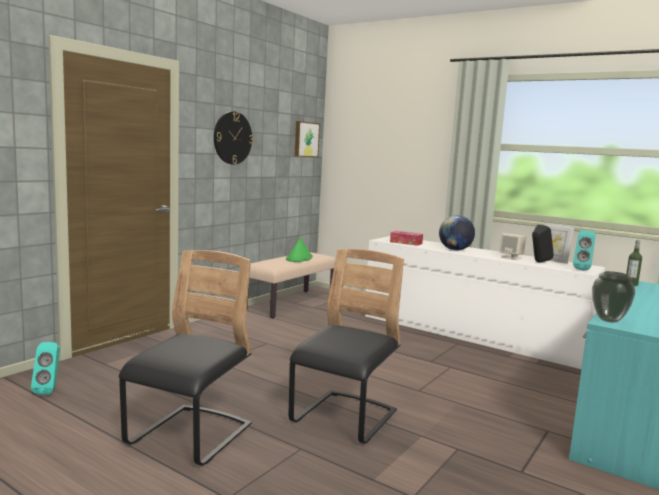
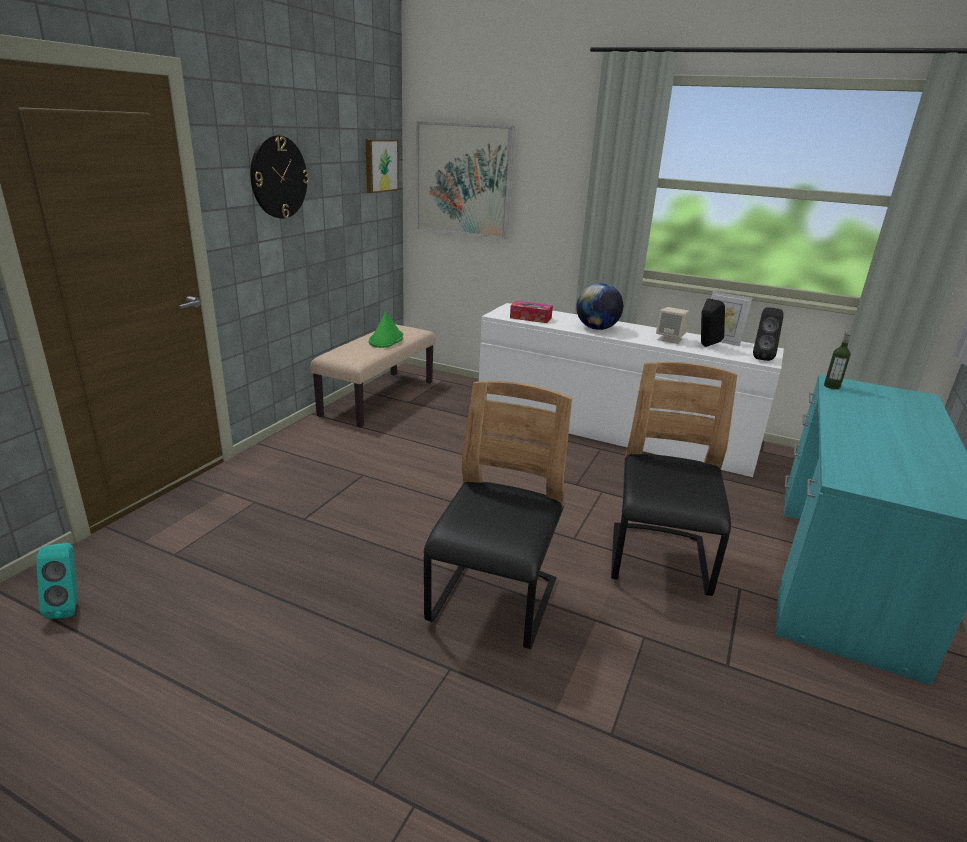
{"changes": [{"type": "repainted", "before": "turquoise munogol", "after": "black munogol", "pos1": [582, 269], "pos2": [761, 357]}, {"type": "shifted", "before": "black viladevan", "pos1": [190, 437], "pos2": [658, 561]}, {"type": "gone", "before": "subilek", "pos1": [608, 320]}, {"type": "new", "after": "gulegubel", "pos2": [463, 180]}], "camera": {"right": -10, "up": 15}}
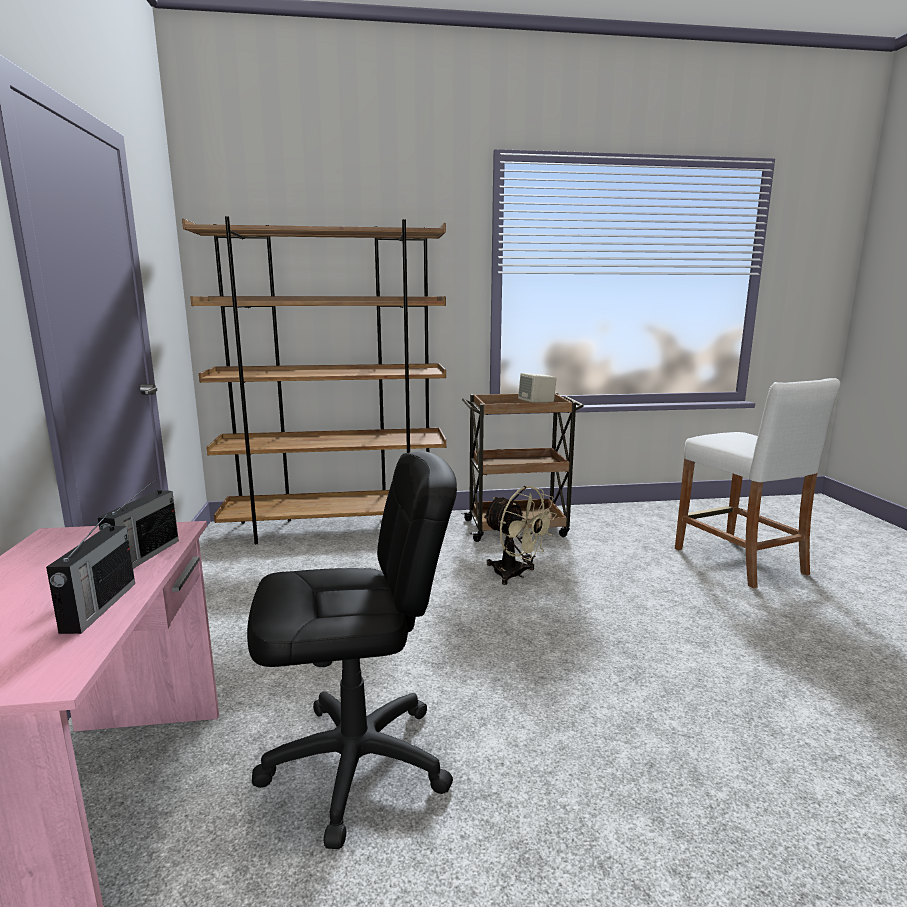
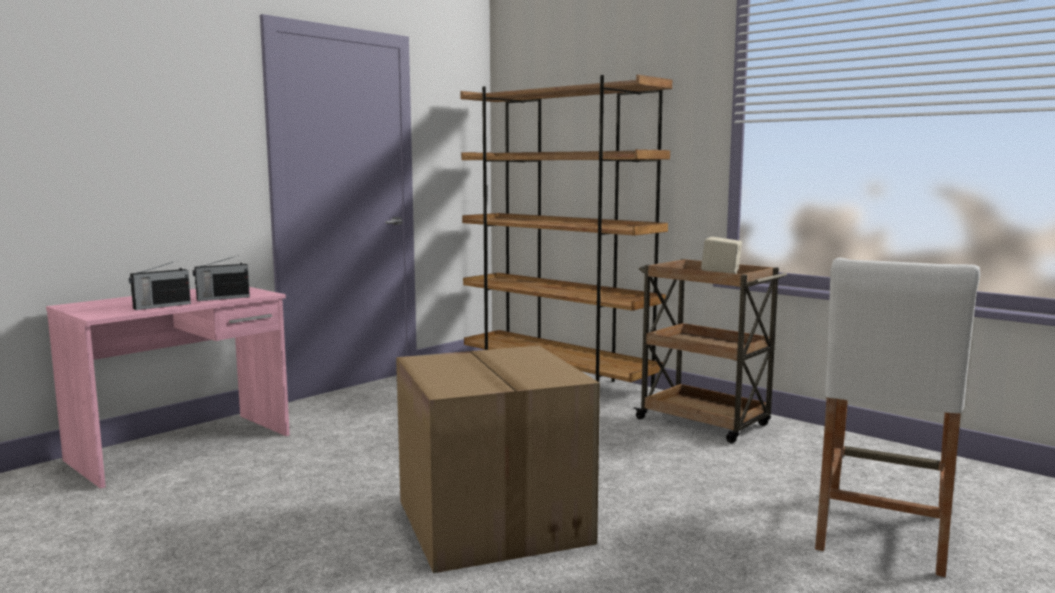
{"changes": [{"type": "gone", "before": "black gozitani", "pos1": [357, 764]}, {"type": "gone", "before": "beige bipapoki", "pos1": [515, 575]}, {"type": "new", "after": "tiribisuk", "pos2": [489, 520]}], "camera": {"right": 50, "up": -5}}
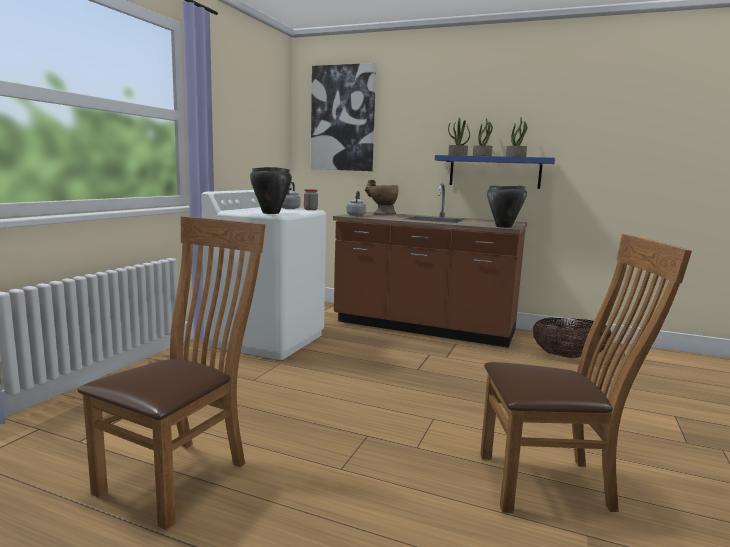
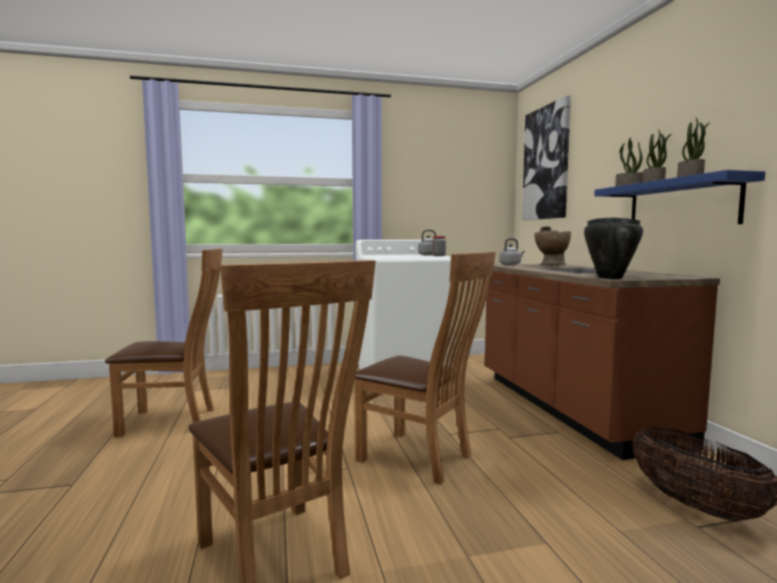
{"changes": [{"type": "gone", "before": "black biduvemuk", "pos1": [270, 213]}, {"type": "new", "after": "brown viladevan", "pos2": [421, 459]}], "camera": {"right": 55, "up": -5}}
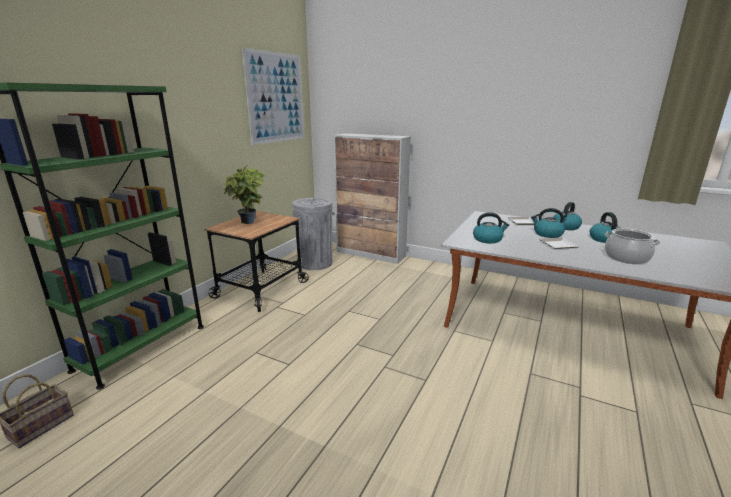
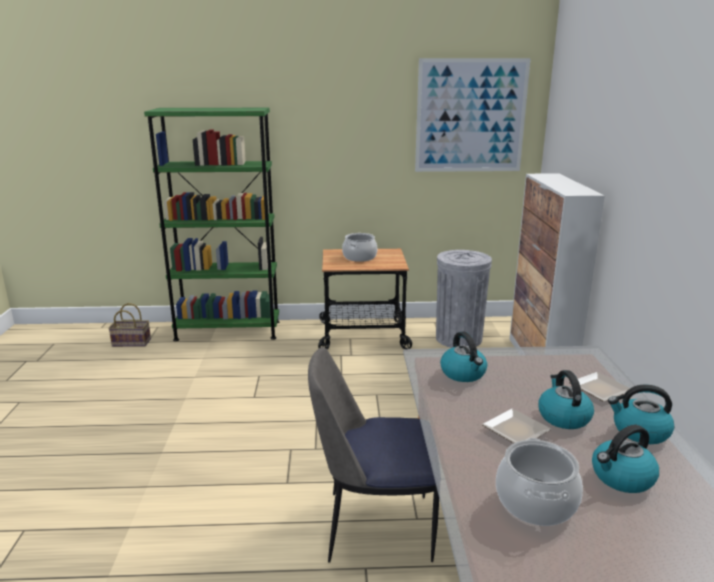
{"changes": [{"type": "swapped", "before": "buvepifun", "after": "biduvemuk", "pos1": [249, 223], "pos2": [359, 257]}, {"type": "new", "after": "viladevan", "pos2": [374, 526]}], "camera": {"right": 60, "up": 0}}
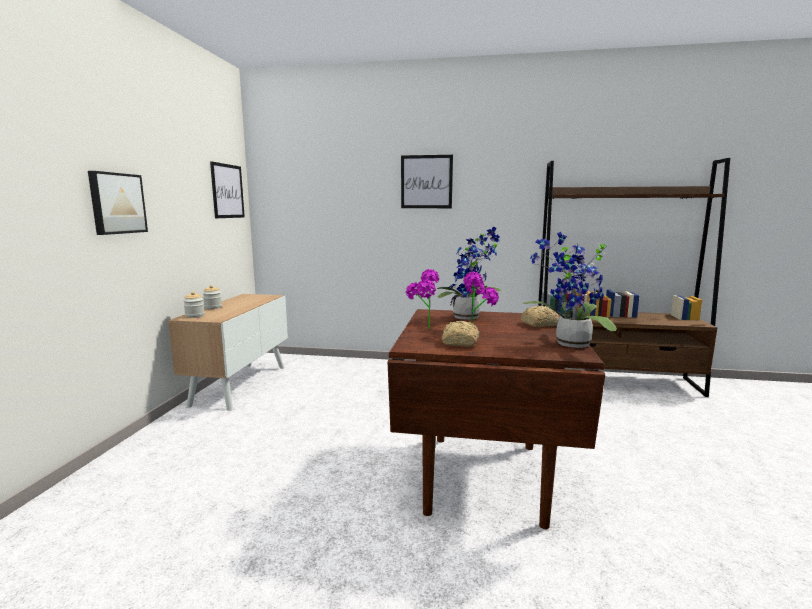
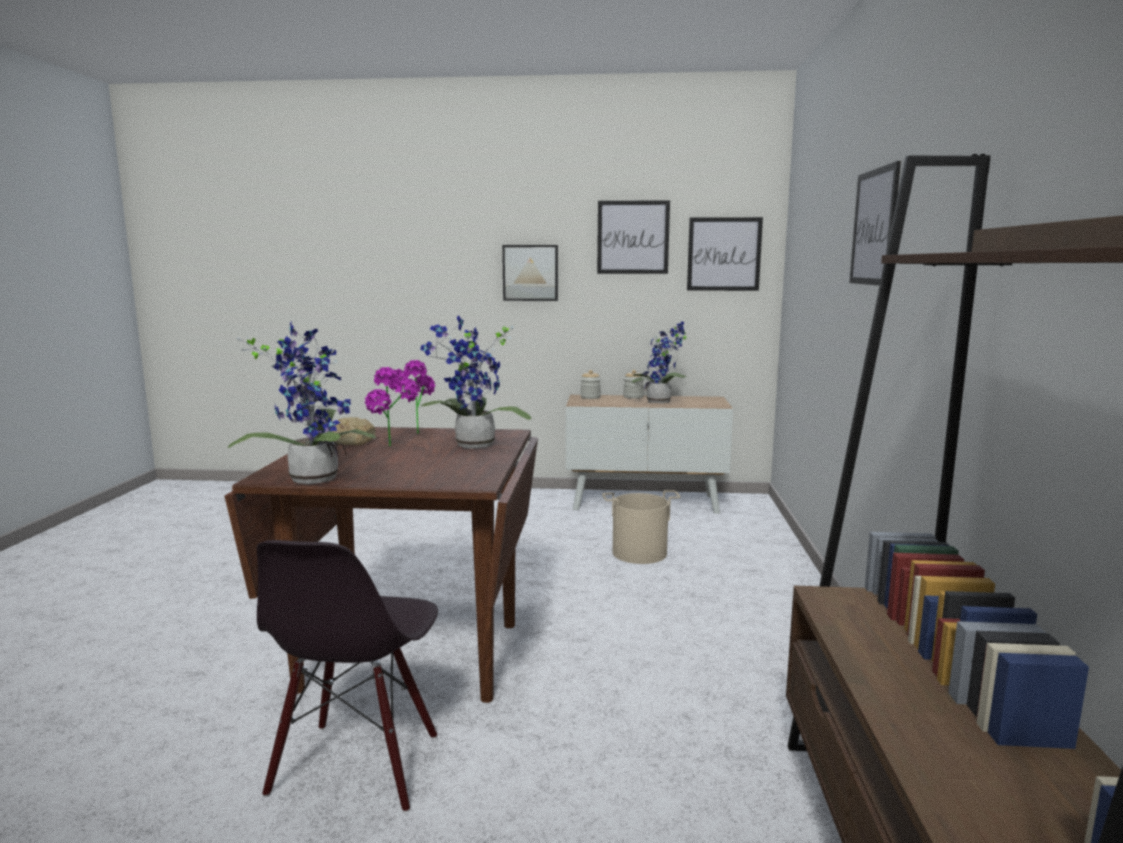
{"changes": [{"type": "gone", "before": "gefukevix", "pos1": [538, 324]}, {"type": "new", "after": "gulegubel", "pos2": [633, 237]}, {"type": "new", "after": "buvepifun", "pos2": [661, 402]}, {"type": "new", "after": "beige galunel", "pos2": [639, 553]}, {"type": "new", "after": "black viladevan", "pos2": [357, 766]}], "camera": {"right": 85, "up": 0}}
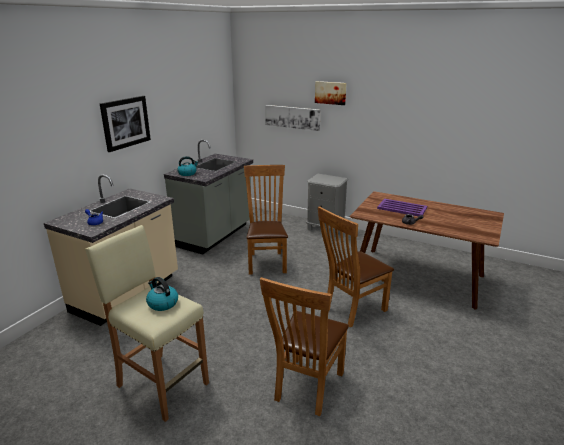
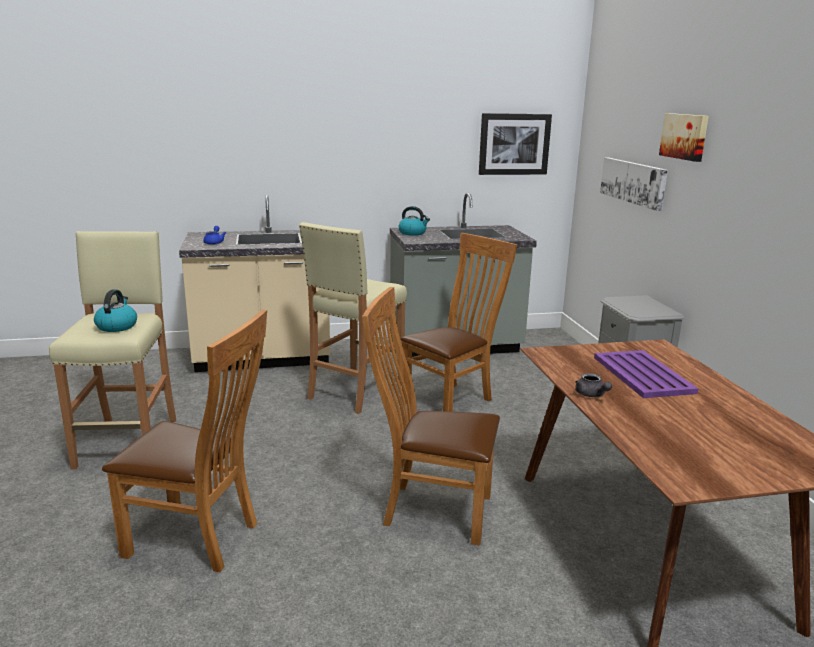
{"changes": [{"type": "shifted", "before": "gulegubel", "pos1": [125, 123], "pos2": [514, 144]}, {"type": "rotated", "before": "brown viladevan", "pos1": [306, 388], "pos2": [200, 539], "turn": -150}, {"type": "new", "after": "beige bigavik", "pos2": [355, 391]}], "camera": {"right": 50, "up": -5}}
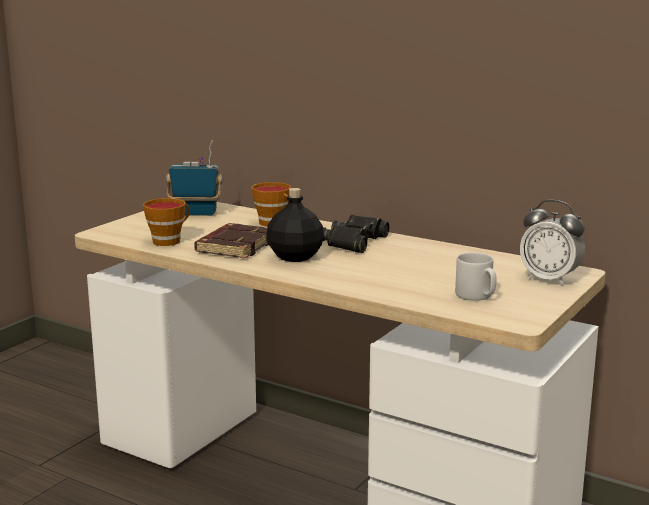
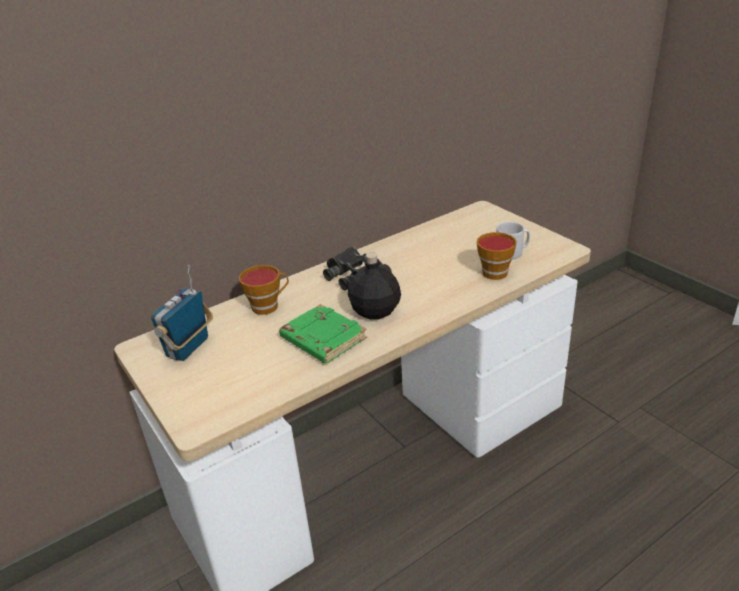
{"changes": [{"type": "shifted", "before": "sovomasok", "pos1": [169, 241], "pos2": [492, 271]}, {"type": "gone", "before": "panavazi", "pos1": [549, 279]}, {"type": "repainted", "before": "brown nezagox", "after": "green nezagox", "pos1": [235, 247], "pos2": [322, 339]}], "camera": {"right": -65, "up": 15}}
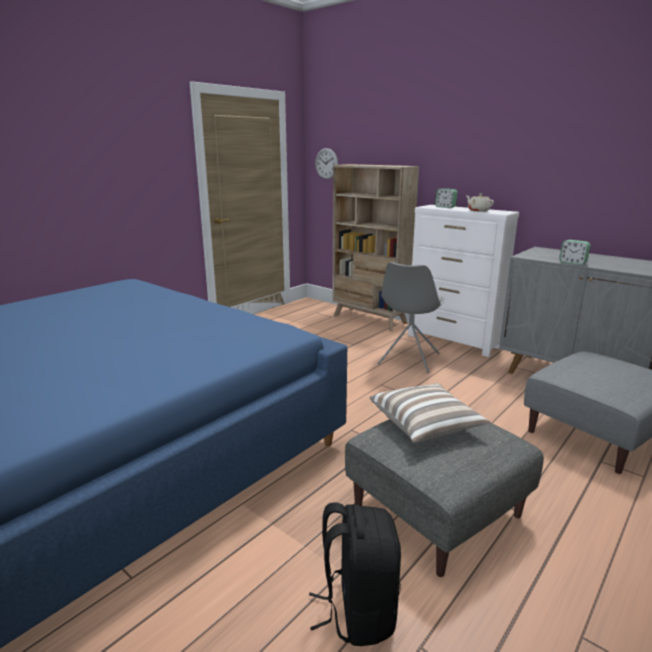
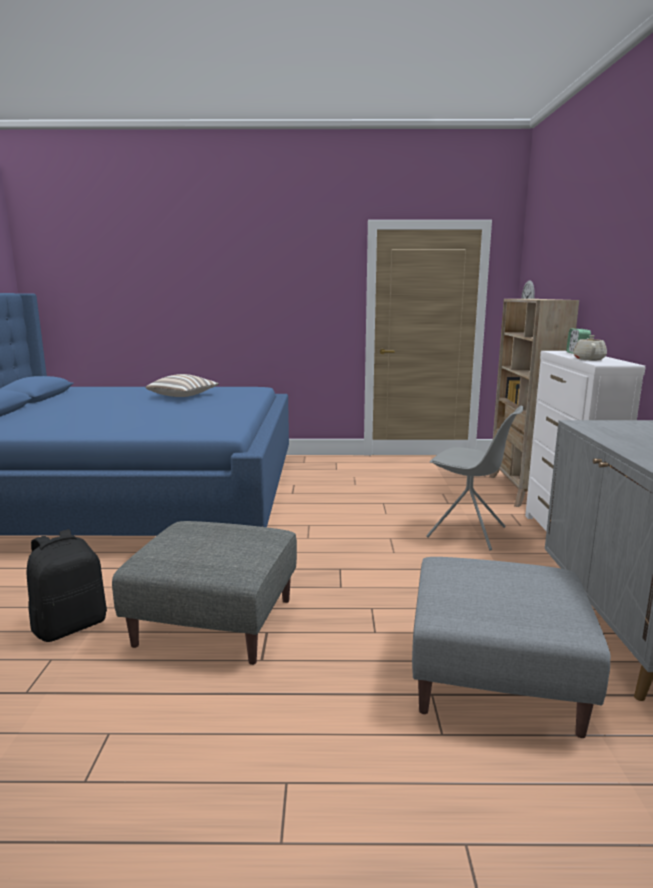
{"changes": [{"type": "gone", "before": "panavazi", "pos1": [572, 262]}, {"type": "rotated", "before": "grey viladevan", "pos1": [408, 359], "pos2": [468, 532], "turn": -135}, {"type": "shifted", "before": "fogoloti", "pos1": [426, 425], "pos2": [183, 396]}], "camera": {"right": 50, "up": -5}}
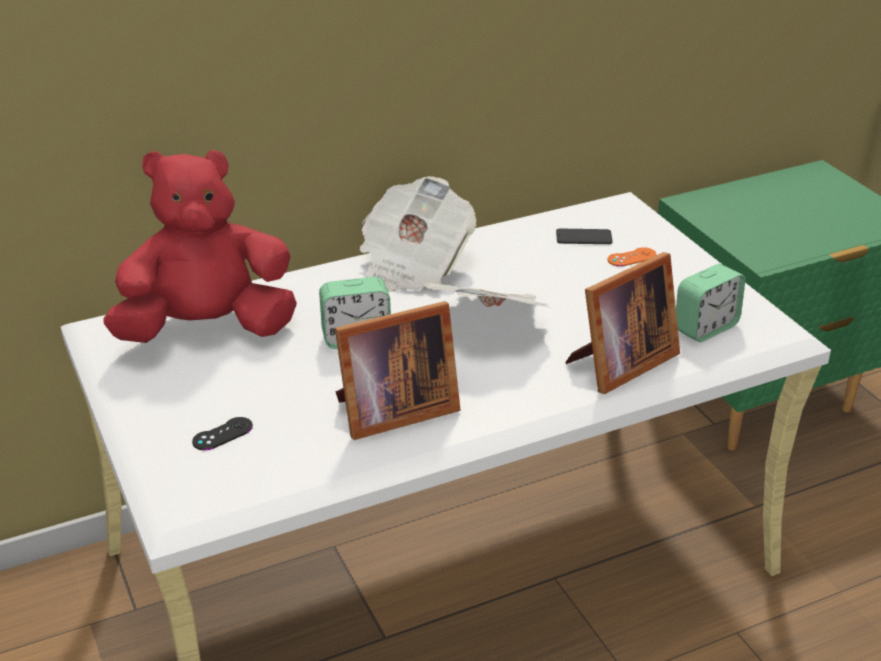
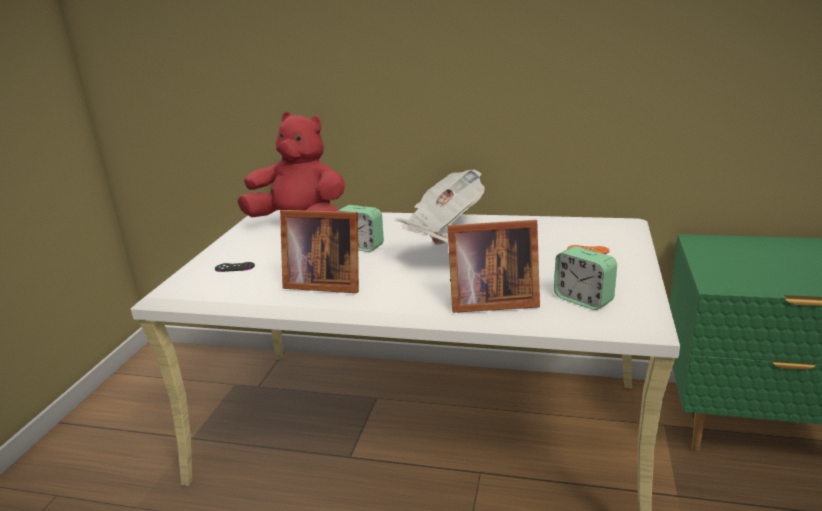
{"changes": [{"type": "gone", "before": "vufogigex", "pos1": [584, 237]}, {"type": "rotated", "before": "panavazi", "pos1": [705, 328], "pos2": [583, 300], "turn": 45}], "camera": {"right": 40, "up": -10}}
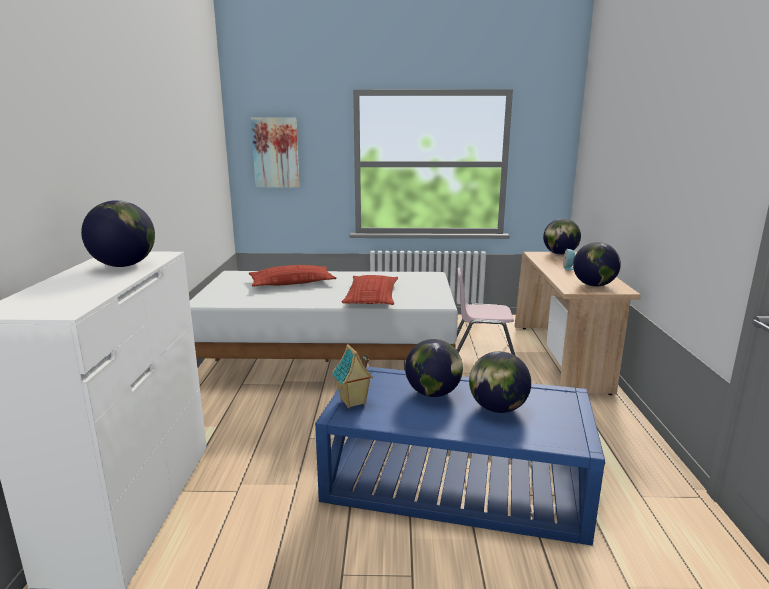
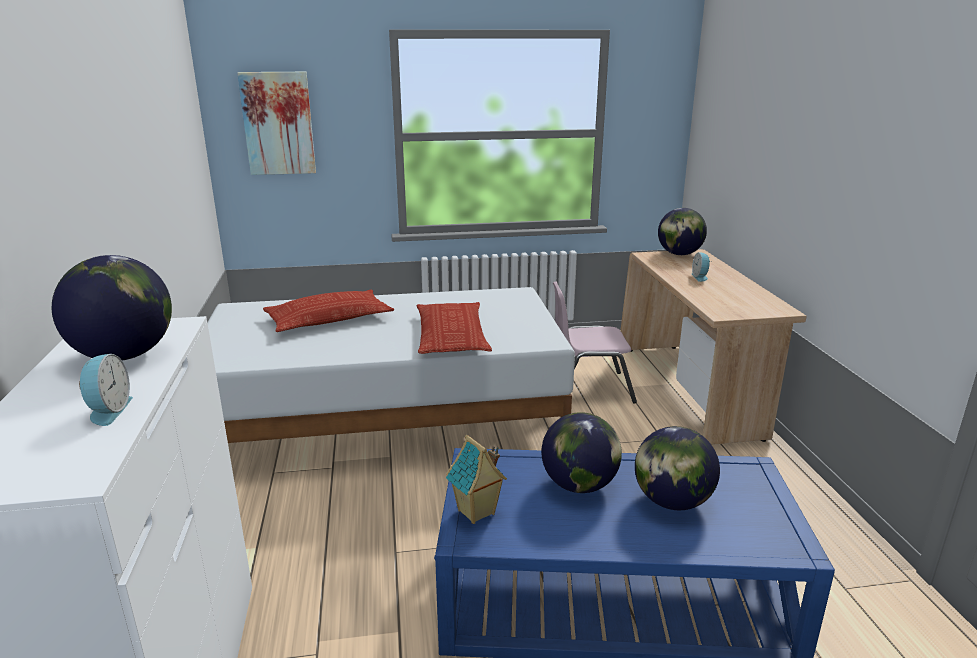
{"changes": [{"type": "gone", "before": "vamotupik", "pos1": [594, 285]}, {"type": "new", "after": "panavazi", "pos2": [108, 410]}], "camera": {"right": -10, "up": 5}}
